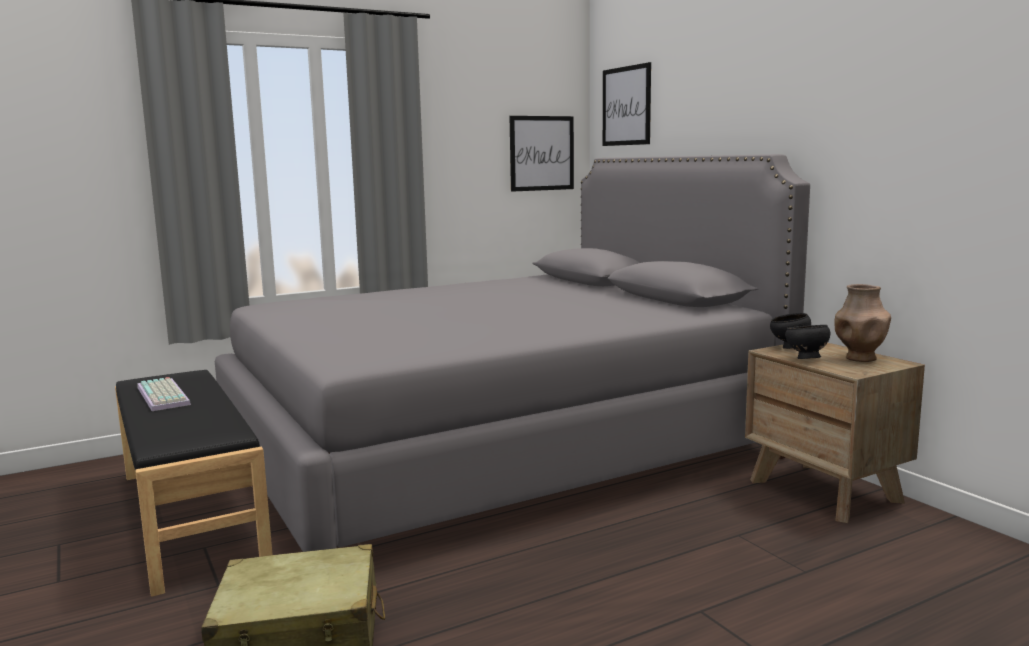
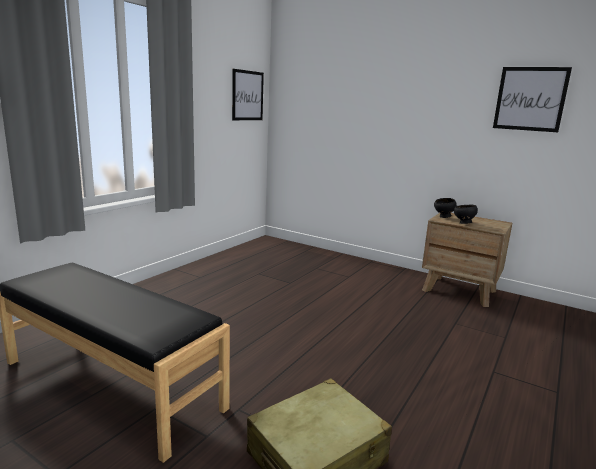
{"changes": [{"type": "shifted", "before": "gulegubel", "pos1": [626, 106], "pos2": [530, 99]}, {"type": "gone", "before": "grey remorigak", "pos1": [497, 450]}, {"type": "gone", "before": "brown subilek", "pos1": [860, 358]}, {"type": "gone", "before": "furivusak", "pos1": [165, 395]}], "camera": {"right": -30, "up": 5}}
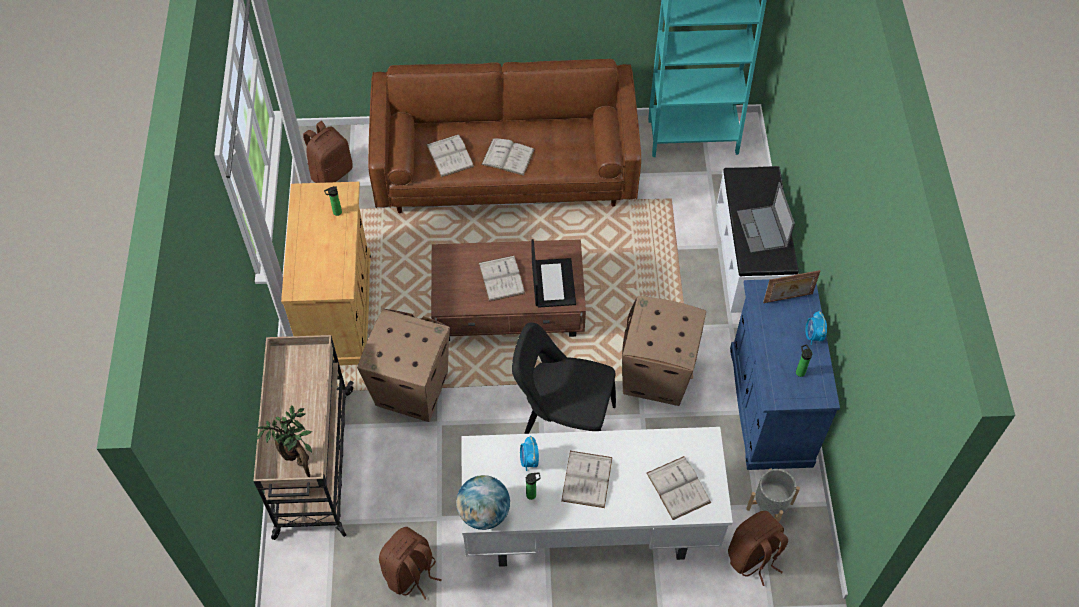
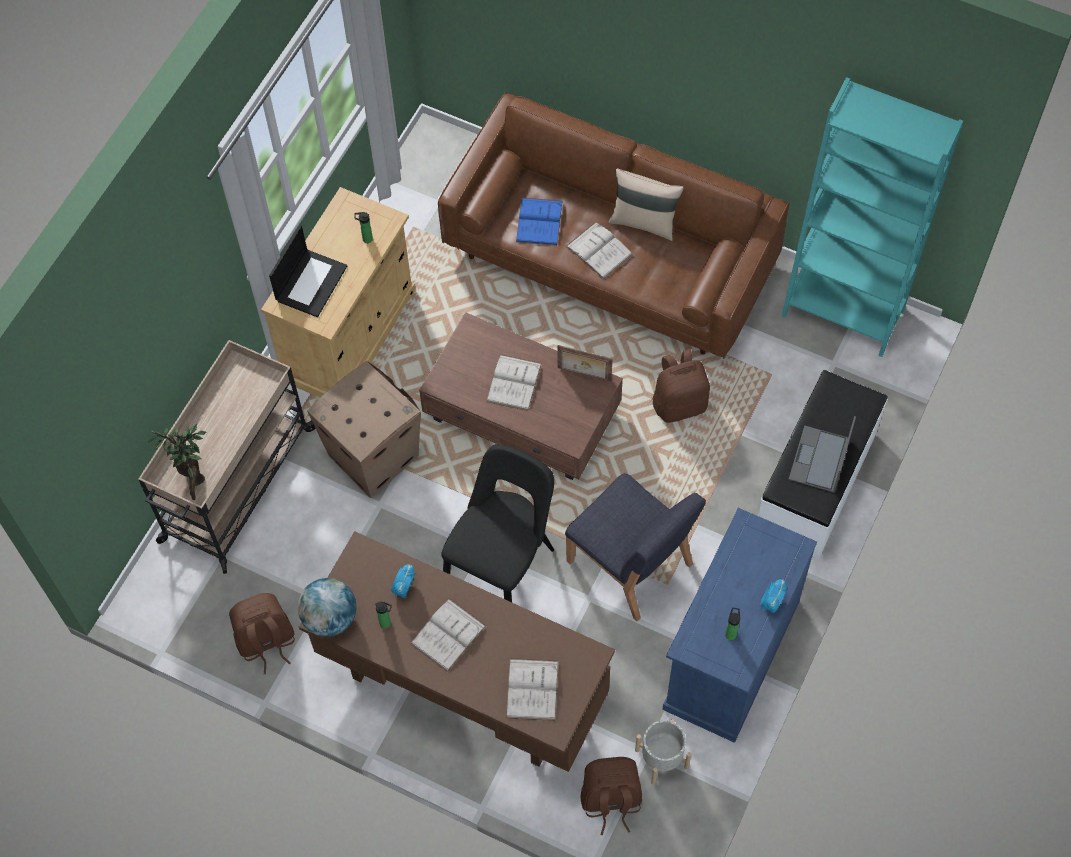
{"changes": [{"type": "shifted", "before": "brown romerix", "pos1": [331, 172], "pos2": [679, 403]}, {"type": "repainted", "before": "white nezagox", "after": "blue nezagox", "pos1": [450, 155], "pos2": [539, 221]}, {"type": "shifted", "before": "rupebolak", "pos1": [552, 282], "pos2": [311, 282]}, {"type": "shifted", "before": "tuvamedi", "pos1": [788, 299], "pos2": [584, 375]}, {"type": "swapped", "before": "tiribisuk", "after": "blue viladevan", "pos1": [656, 376], "pos2": [630, 564]}, {"type": "rotated", "before": "black viladevan", "pos1": [563, 424], "pos2": [503, 566], "turn": 75}, {"type": "repainted", "before": "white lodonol", "after": "brown lodonol", "pos1": [589, 531], "pos2": [461, 689]}, {"type": "new", "after": "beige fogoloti", "pos2": [644, 222]}], "camera": {"right": 30, "up": 5}}
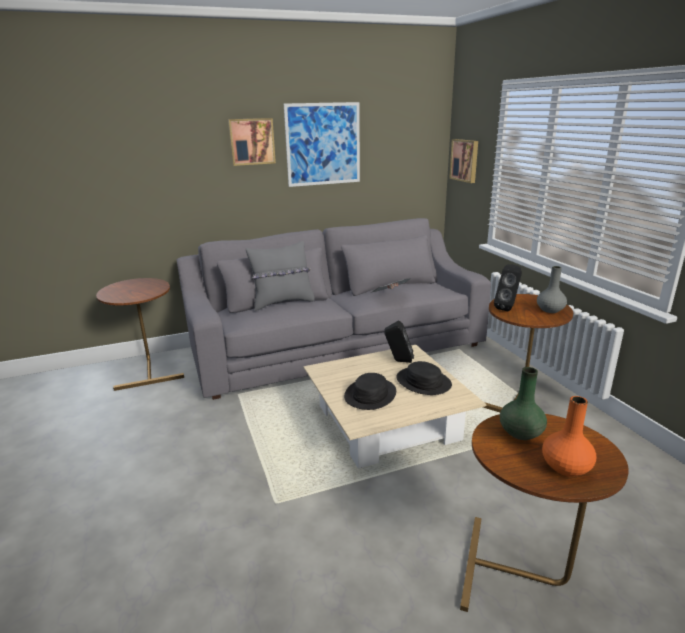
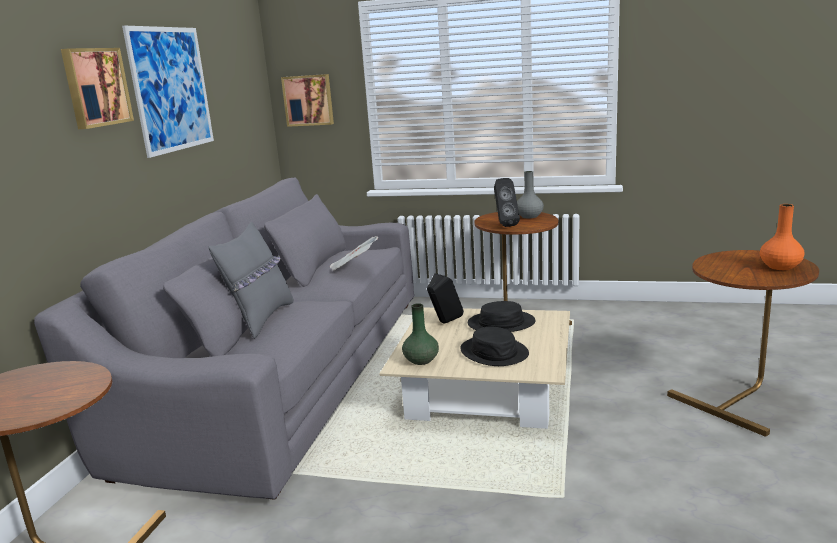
{"changes": [{"type": "shifted", "before": "green subilek", "pos1": [521, 433], "pos2": [421, 360]}], "camera": {"right": -55, "up": -5}}
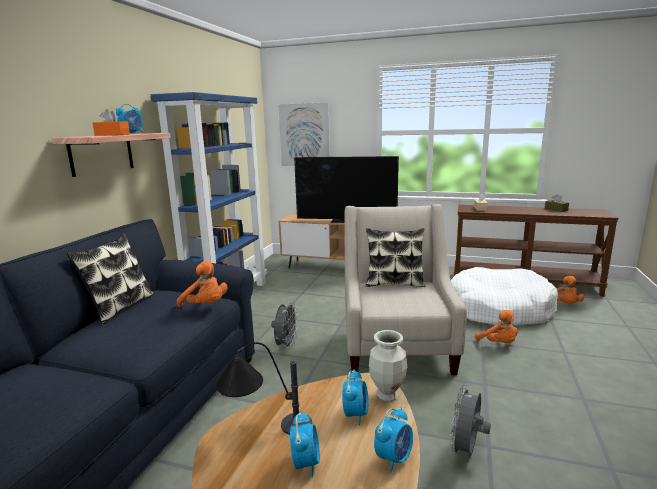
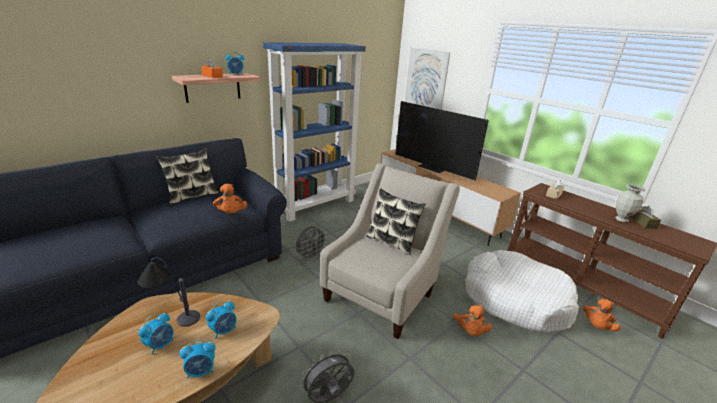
{"changes": [{"type": "shifted", "before": "subilek", "pos1": [387, 395], "pos2": [621, 219]}], "camera": {"right": 30, "up": 10}}
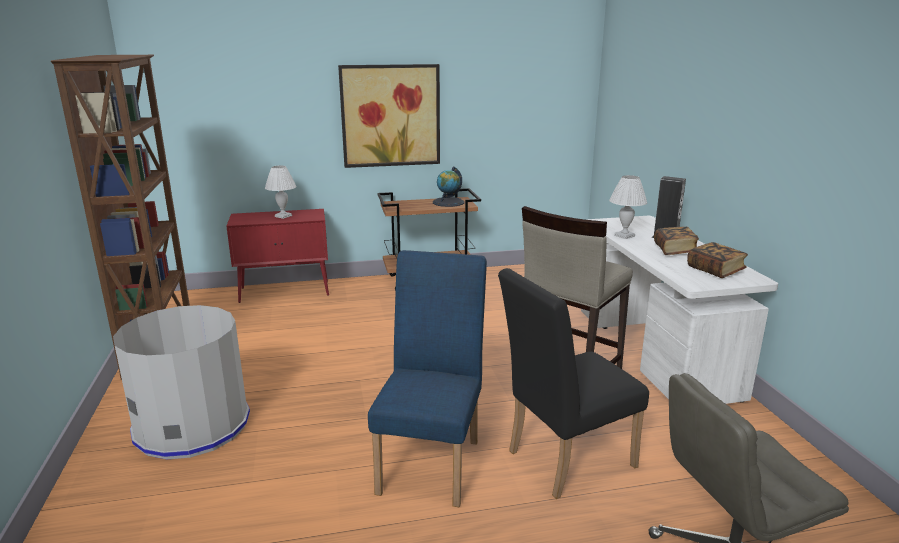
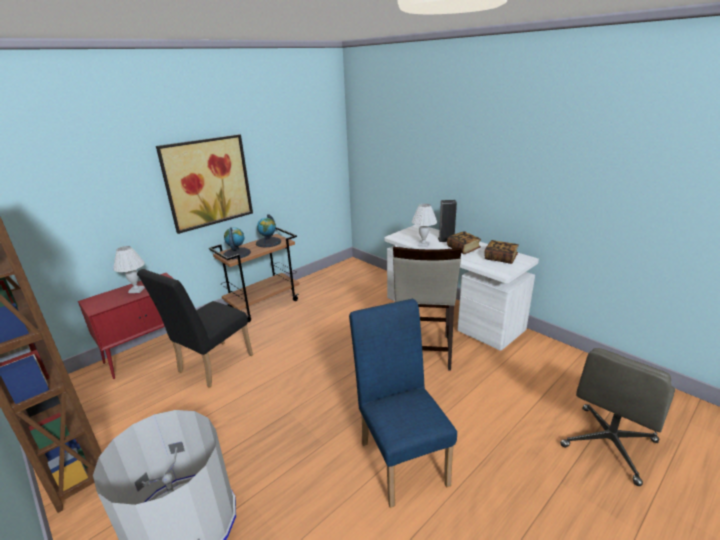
{"changes": [{"type": "shifted", "before": "black viladevan", "pos1": [563, 461], "pos2": [211, 366]}, {"type": "new", "after": "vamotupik", "pos2": [237, 253]}], "camera": {"right": -30, "up": 5}}
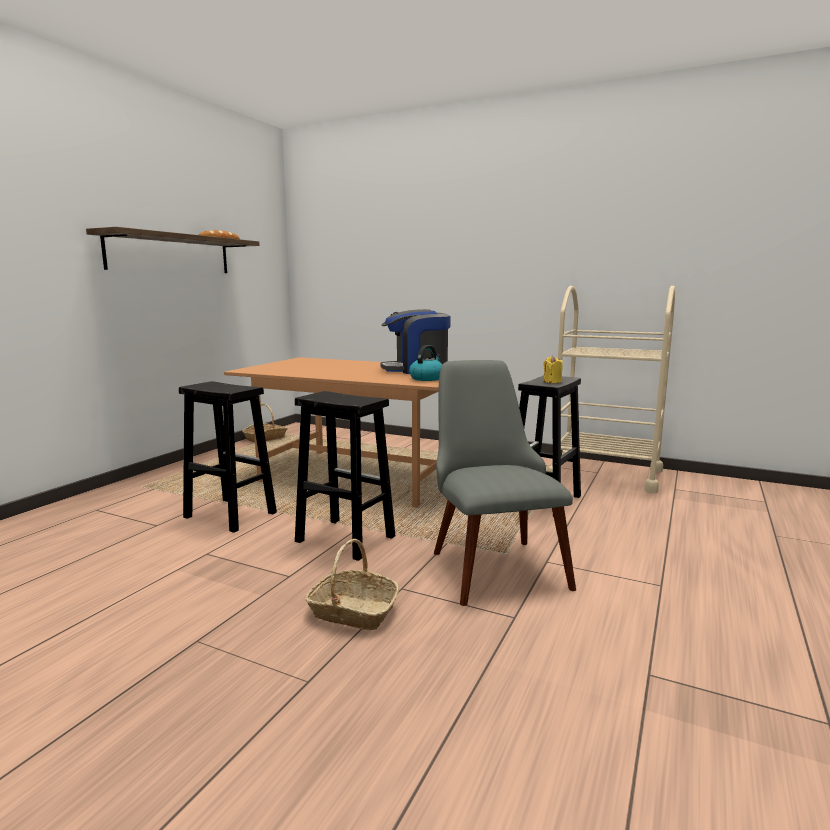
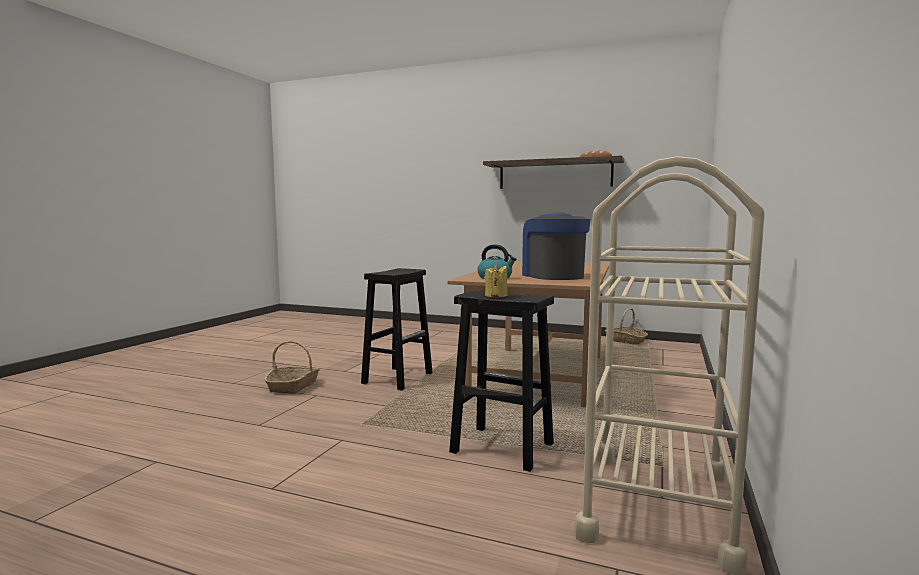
{"changes": [{"type": "gone", "before": "grey viladevan", "pos1": [491, 561]}, {"type": "gone", "before": "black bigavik", "pos1": [229, 515]}], "camera": {"right": 85, "up": -5}}
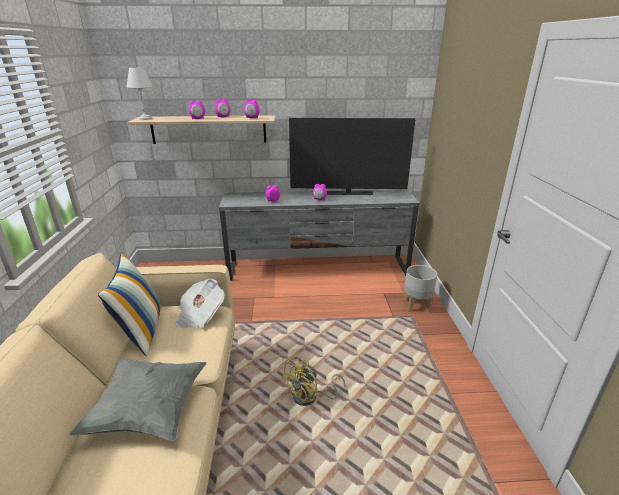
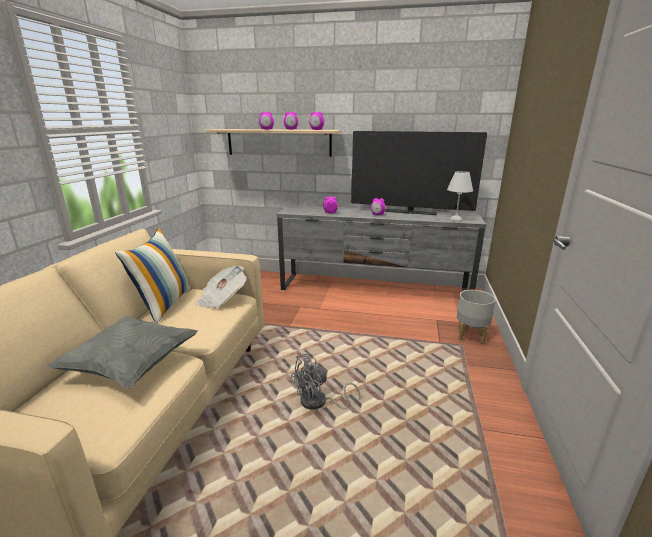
{"changes": [{"type": "shifted", "before": "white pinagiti", "pos1": [145, 119], "pos2": [455, 220]}, {"type": "repainted", "before": "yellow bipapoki", "after": "grey bipapoki", "pos1": [310, 397], "pos2": [319, 403]}], "camera": {"right": 15, "up": -5}}
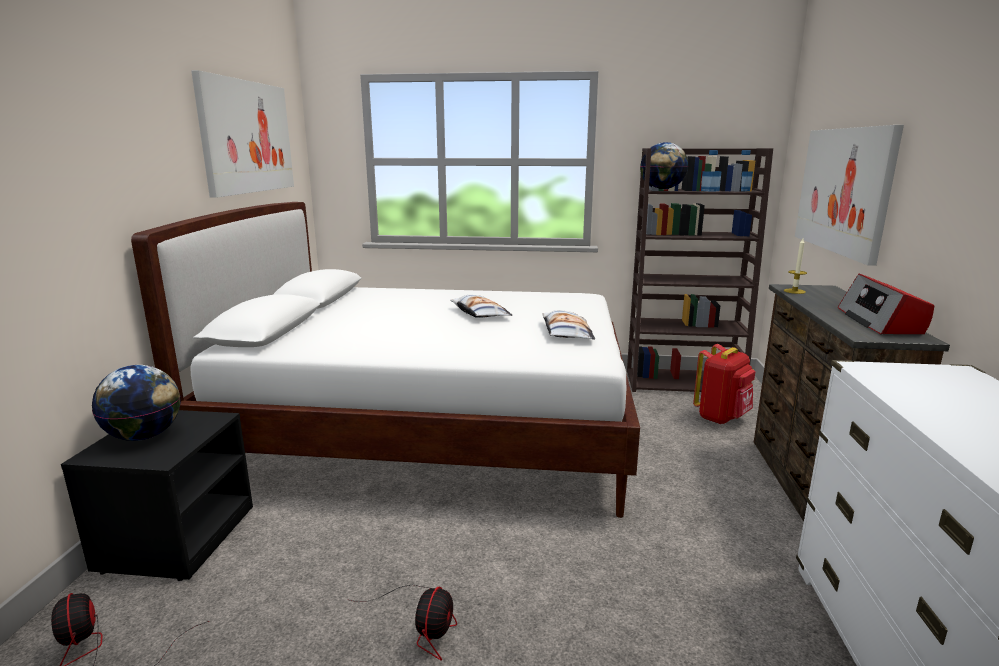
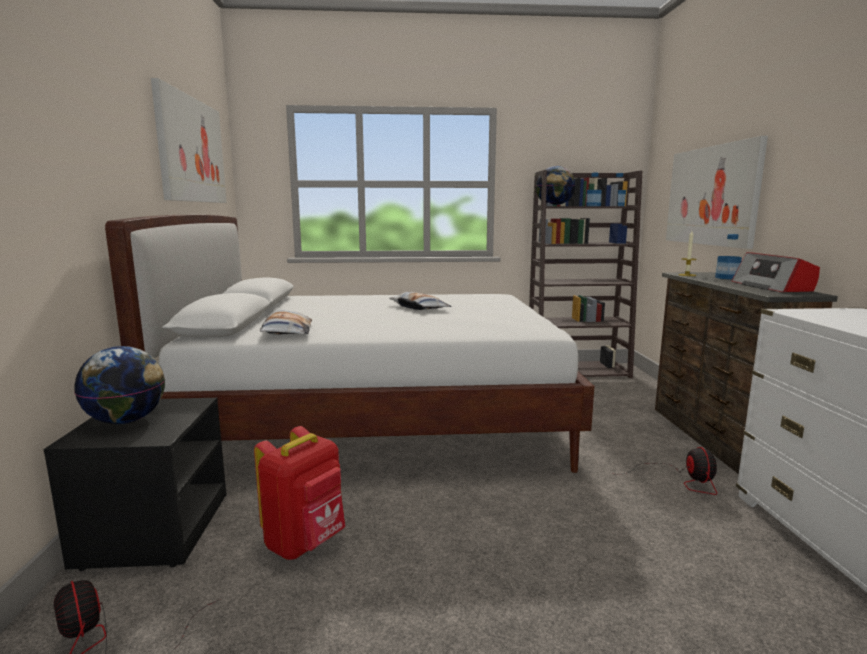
{"changes": [{"type": "shifted", "before": "fogoloti", "pos1": [566, 332], "pos2": [286, 331]}, {"type": "shifted", "before": "red romerix", "pos1": [721, 417], "pos2": [306, 542]}, {"type": "shifted", "before": "bipapoki", "pos1": [424, 624], "pos2": [679, 480]}, {"type": "new", "after": "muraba", "pos2": [727, 278]}], "camera": {"right": -10, "up": -5}}
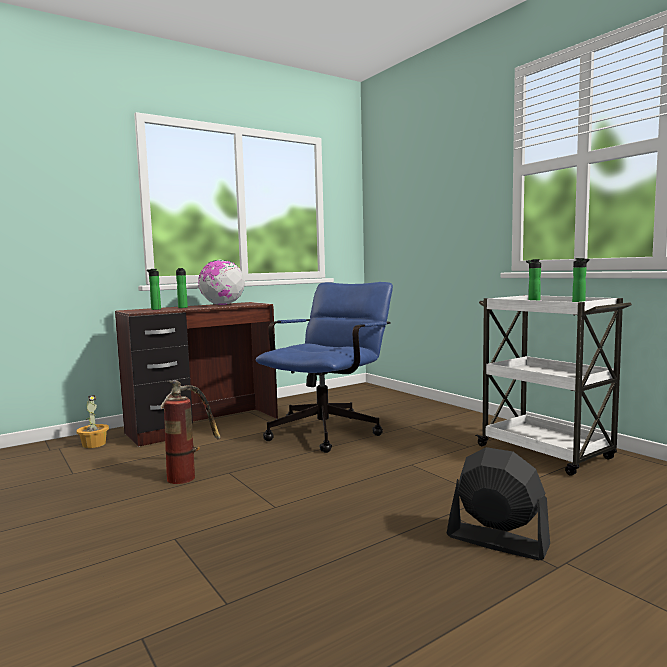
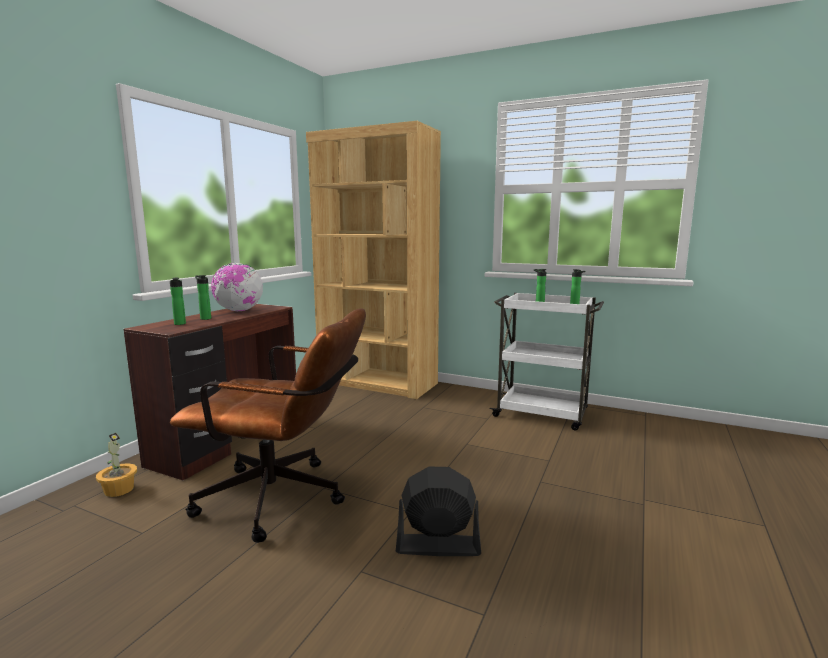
{"changes": [{"type": "gone", "before": "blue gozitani", "pos1": [329, 430]}, {"type": "swapped", "before": "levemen", "after": "brown gozitani", "pos1": [188, 474], "pos2": [284, 499]}, {"type": "shifted", "before": "black bipapoki", "pos1": [496, 541], "pos2": [437, 545]}, {"type": "new", "after": "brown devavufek", "pos2": [377, 383]}], "camera": {"right": -30, "up": 5}}
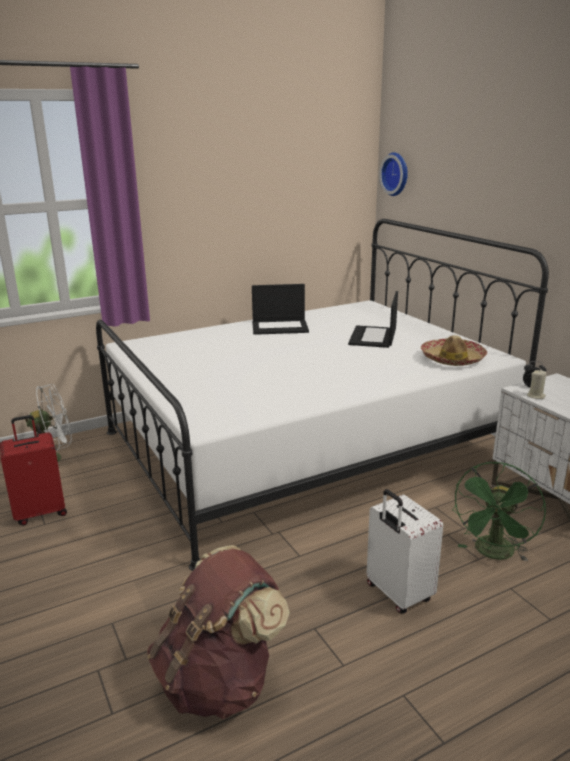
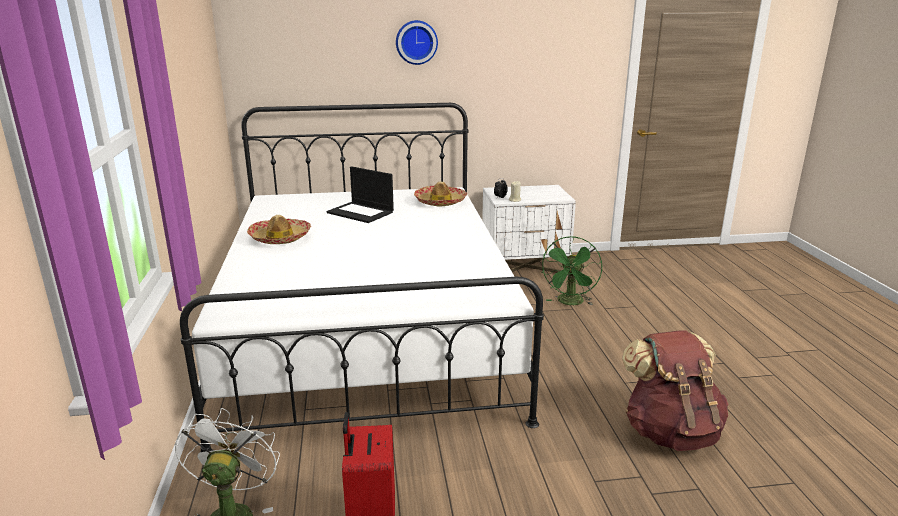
{"changes": [{"type": "shifted", "before": "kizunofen", "pos1": [396, 174], "pos2": [416, 42]}, {"type": "swapped", "before": "rupebolak", "after": "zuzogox", "pos1": [280, 327], "pos2": [280, 238]}, {"type": "rotated", "before": "green bipapoki", "pos1": [494, 554], "pos2": [570, 303], "turn": 60}, {"type": "gone", "before": "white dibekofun", "pos1": [397, 594]}], "camera": {"right": -70, "up": 0}}
